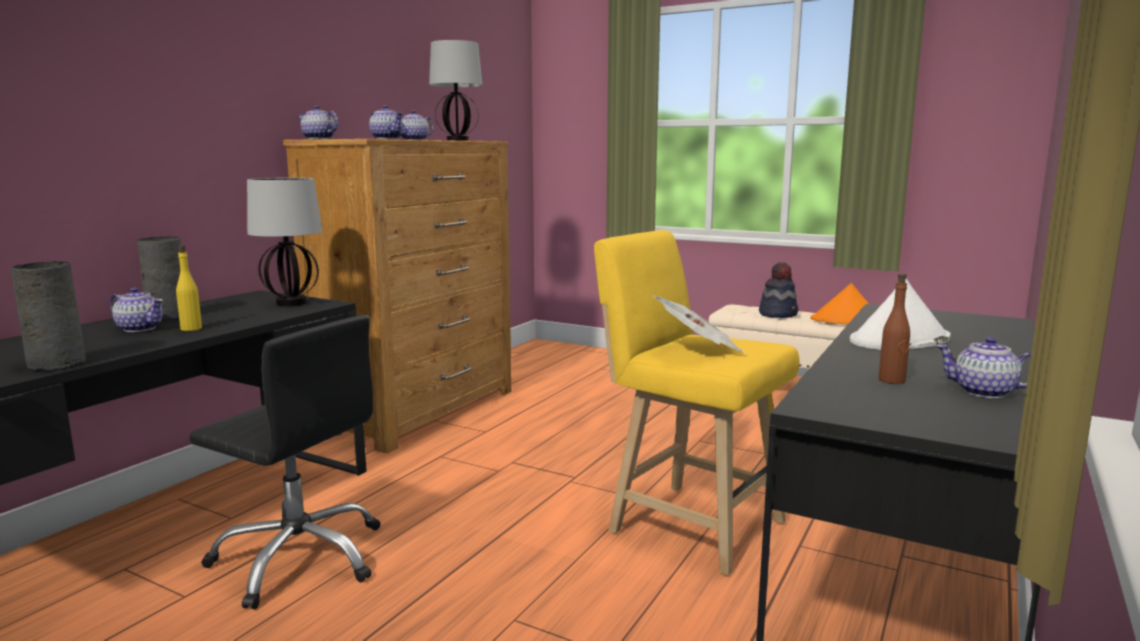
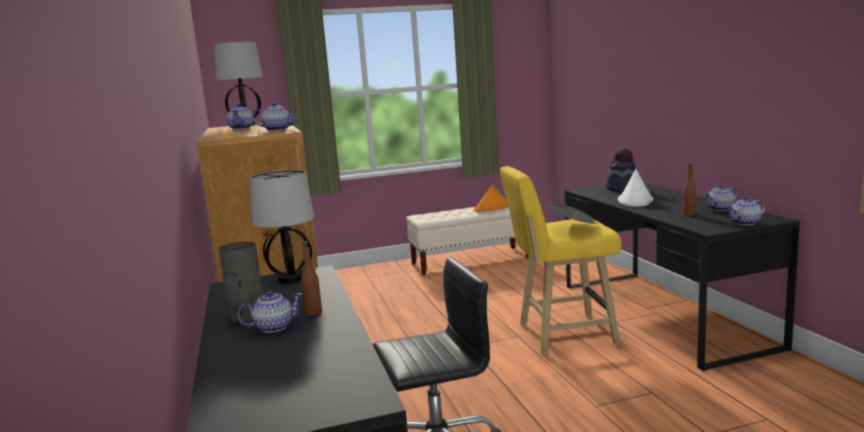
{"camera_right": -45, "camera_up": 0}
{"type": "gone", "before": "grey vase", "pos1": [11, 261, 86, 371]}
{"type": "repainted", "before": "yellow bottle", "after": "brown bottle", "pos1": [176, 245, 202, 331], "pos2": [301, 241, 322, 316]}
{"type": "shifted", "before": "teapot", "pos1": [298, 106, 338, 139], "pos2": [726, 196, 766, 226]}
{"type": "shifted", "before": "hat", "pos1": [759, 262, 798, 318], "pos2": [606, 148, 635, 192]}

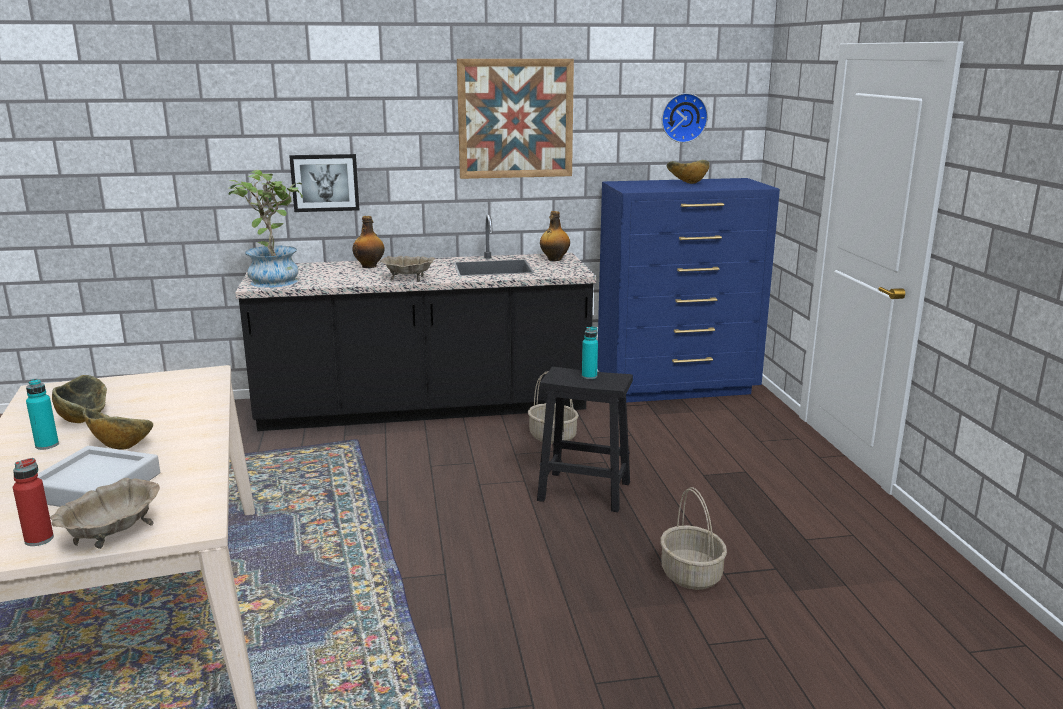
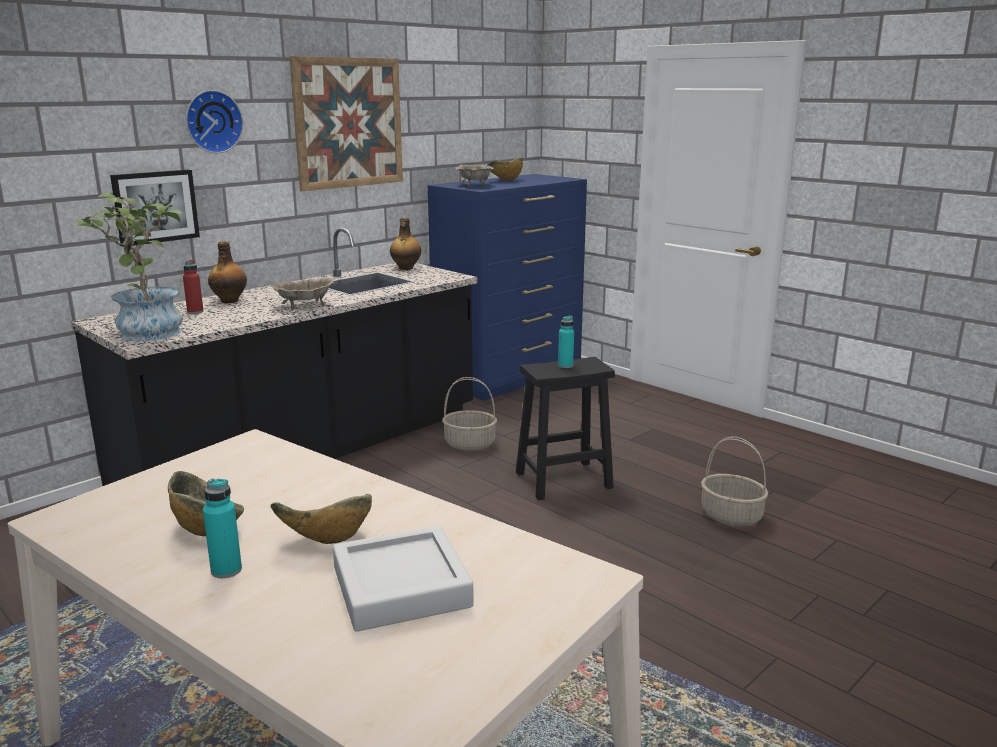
{"camera_right": -35, "camera_up": 0}
{"type": "shifted", "before": "red bottle", "pos1": [13, 458, 54, 546], "pos2": [183, 260, 204, 314]}
{"type": "shifted", "before": "beige bowl", "pos1": [50, 478, 160, 549], "pos2": [456, 164, 494, 187]}
{"type": "shifted", "before": "wall clock", "pos1": [662, 93, 708, 143], "pos2": [186, 90, 243, 153]}

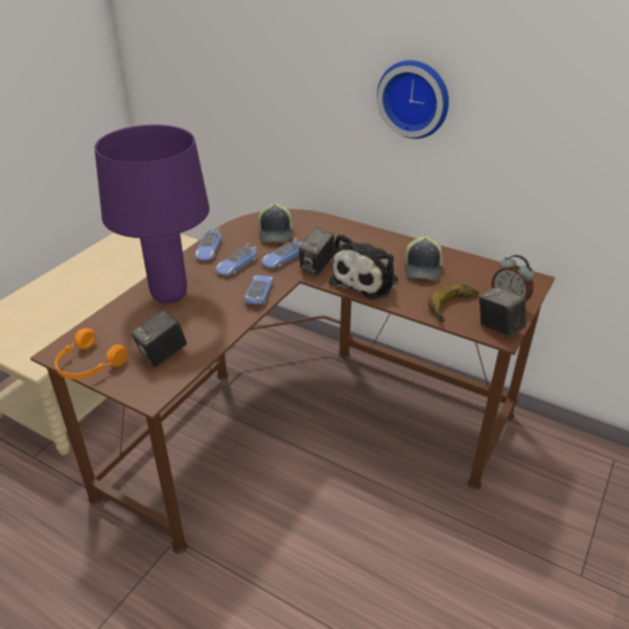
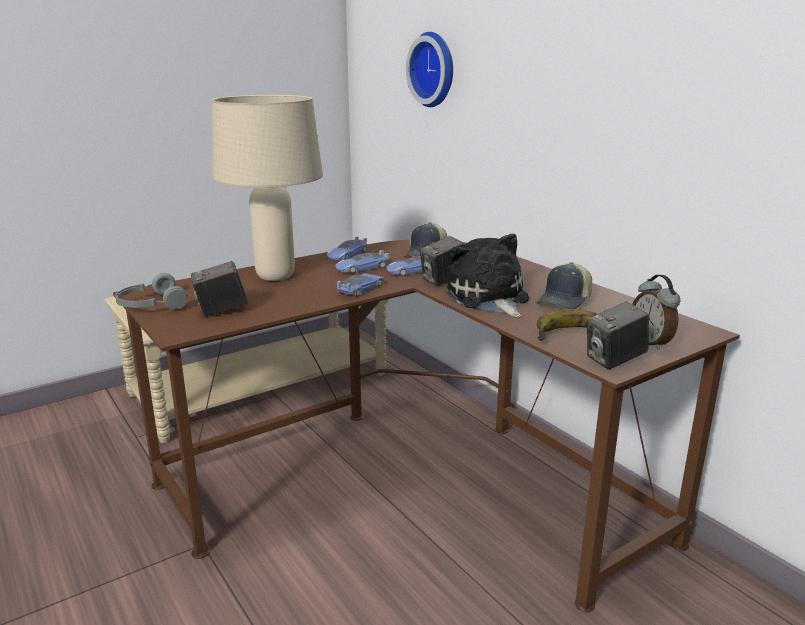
{"camera_right": 25, "camera_up": -15}
{"type": "repainted", "before": "orange headphones", "after": "grey headphones", "pos1": [55, 328, 128, 379], "pos2": [115, 273, 188, 310]}
{"type": "repainted", "before": "purple table lamp", "after": "beige table lamp", "pos1": [94, 125, 209, 303], "pos2": [212, 95, 323, 281]}
{"type": "rotated", "before": "plush toy", "pos1": [329, 234, 398, 299], "pos2": [446, 234, 529, 317], "turn": 105}
{"type": "shifted", "before": "wall clock", "pos1": [377, 60, 449, 139], "pos2": [406, 32, 453, 107]}
{"type": "rotated", "before": "photo camera", "pos1": [479, 287, 526, 337], "pos2": [587, 301, 649, 369], "turn": -105}

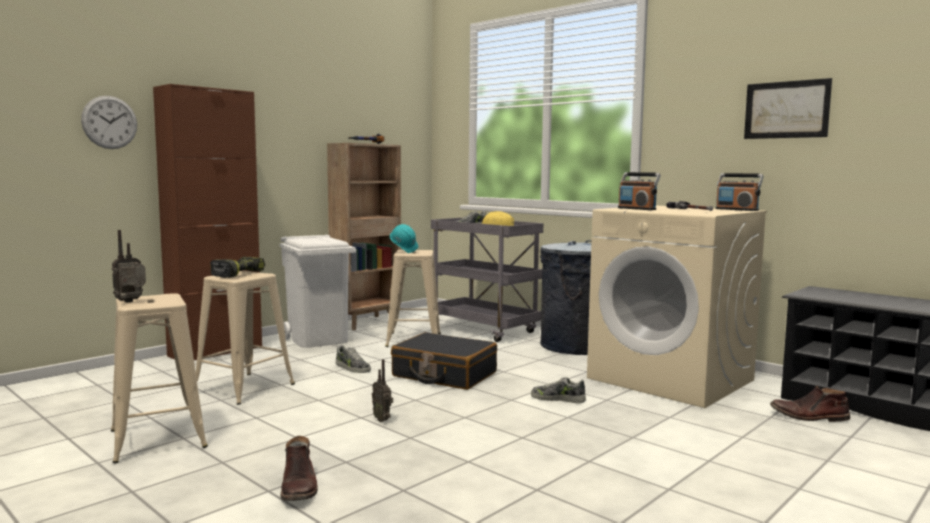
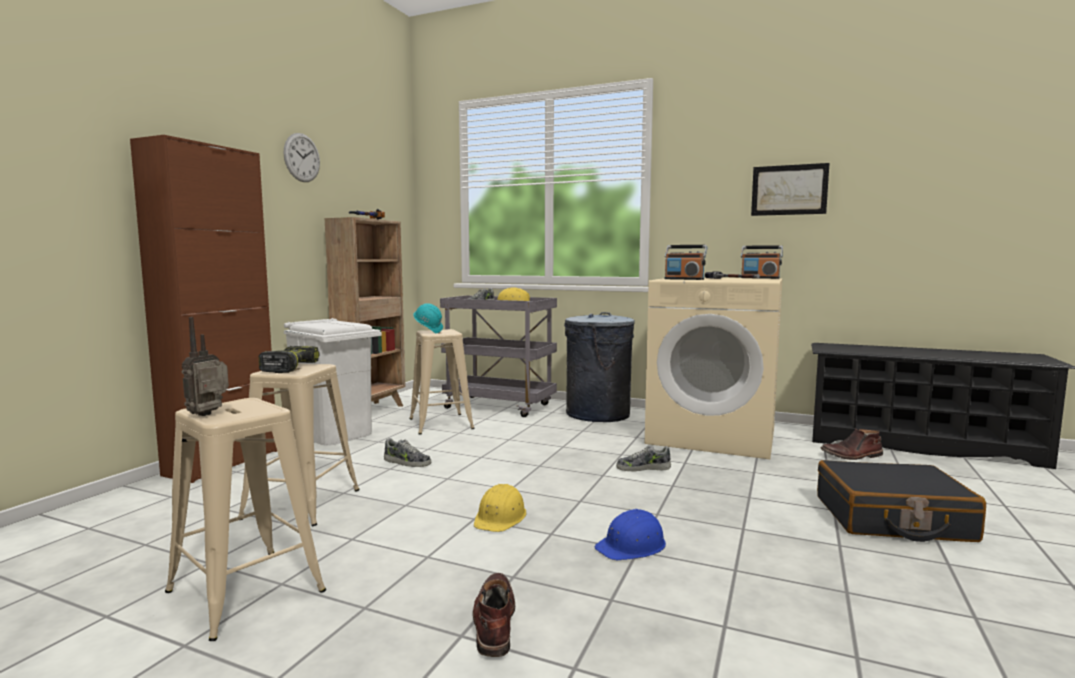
{"camera_right": -20, "camera_up": 0}
{"type": "shifted", "before": "wall clock", "pos1": [81, 96, 137, 149], "pos2": [284, 133, 320, 182]}
{"type": "rotated", "before": "brown boot", "pos1": [280, 436, 318, 501], "pos2": [473, 573, 515, 657], "turn": -150}
{"type": "swapped", "before": "radio", "after": "yellow hard hat", "pos1": [372, 359, 393, 422], "pos2": [474, 484, 527, 532]}
{"type": "shifted", "before": "black suitcase", "pos1": [391, 332, 497, 390], "pos2": [817, 460, 986, 542]}
{"type": "new", "after": "blue hard hat", "pos2": [595, 509, 666, 560]}

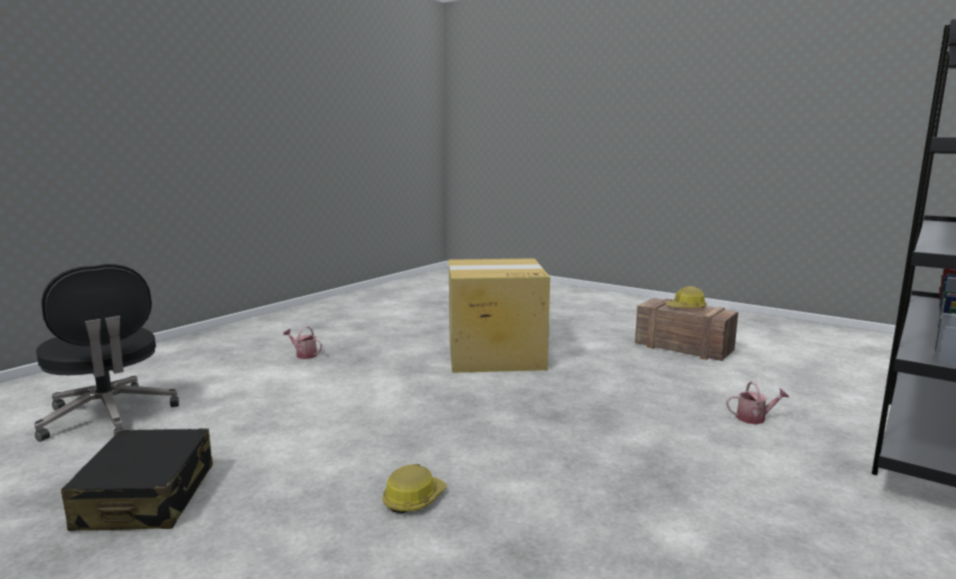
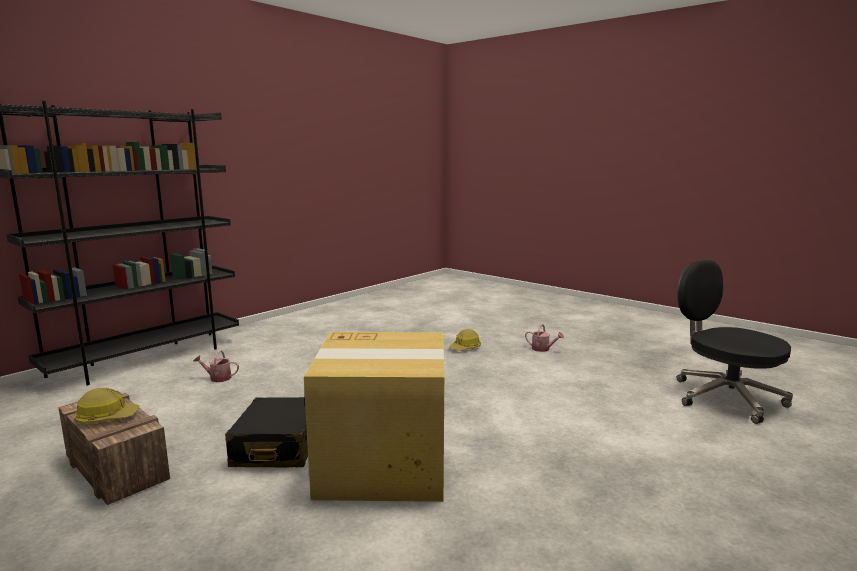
{"camera_right": -175, "camera_up": 0}
{"type": "shifted", "before": "black suitcase", "pos1": [61, 428, 213, 531], "pos2": [225, 397, 308, 467]}
{"type": "shifted", "before": "watering can", "pos1": [283, 326, 322, 359], "pos2": [525, 324, 564, 352]}

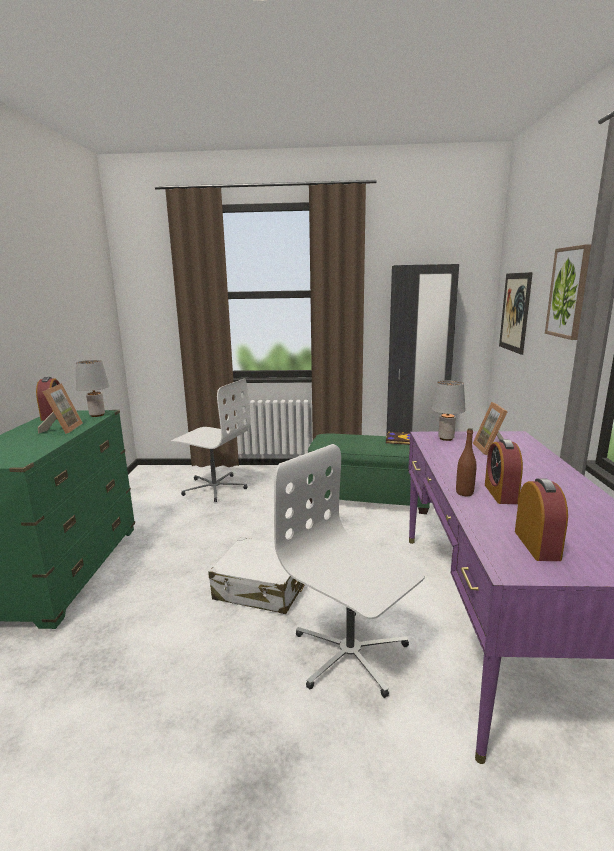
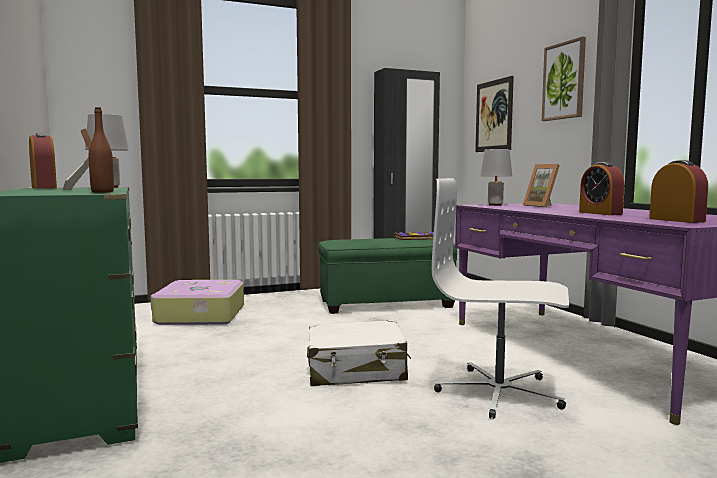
{"camera_right": -25, "camera_up": -10}
{"type": "swapped", "before": "white office chair", "after": "suitcase", "pos1": [171, 378, 251, 502], "pos2": [151, 280, 244, 325]}
{"type": "shifted", "before": "brown bottle", "pos1": [456, 428, 476, 496], "pos2": [89, 107, 114, 193]}

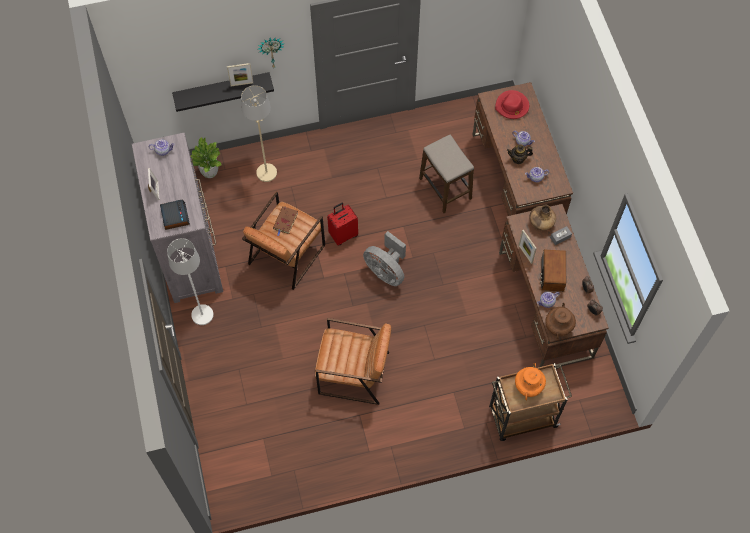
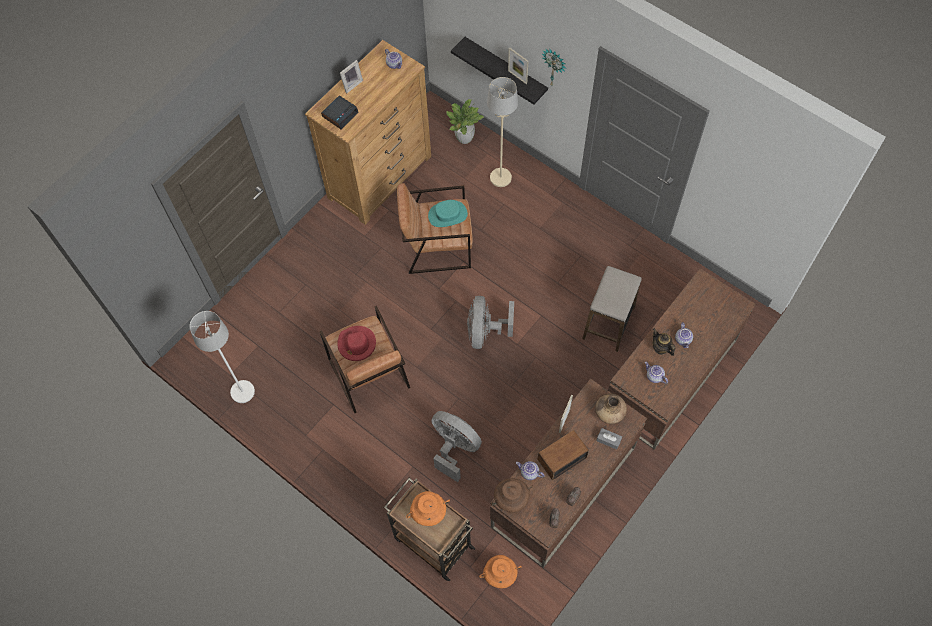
{"camera_right": 55, "camera_up": 0}
{"type": "repainted", "before": "grey dresser", "after": "brown dresser", "pos1": [132, 133, 223, 303], "pos2": [305, 40, 431, 225]}
{"type": "shifted", "before": "white floor lamp", "pos1": [167, 238, 214, 325], "pos2": [190, 311, 255, 403]}
{"type": "swapped", "before": "brown book", "after": "turquoise hat", "pos1": [273, 206, 298, 236], "pos2": [428, 200, 468, 227]}
{"type": "gone", "before": "red suitcase", "pos1": [327, 203, 358, 245]}
{"type": "shifted", "before": "red hat", "pos1": [495, 90, 529, 119], "pos2": [337, 326, 376, 361]}
{"type": "new", "after": "grey fan", "pos2": [431, 411, 482, 482]}
{"type": "new", "after": "orange vase", "pos2": [479, 555, 522, 589]}

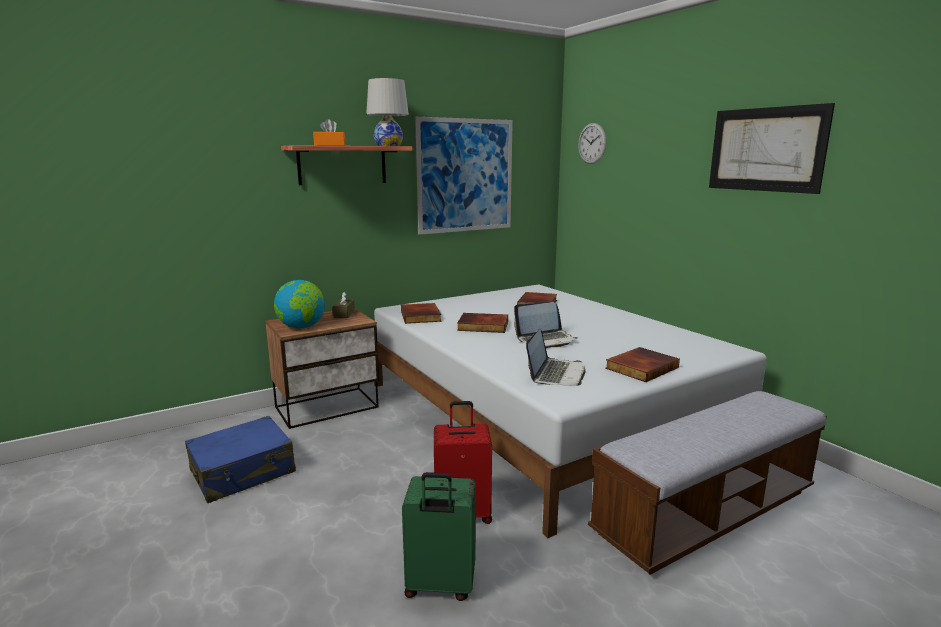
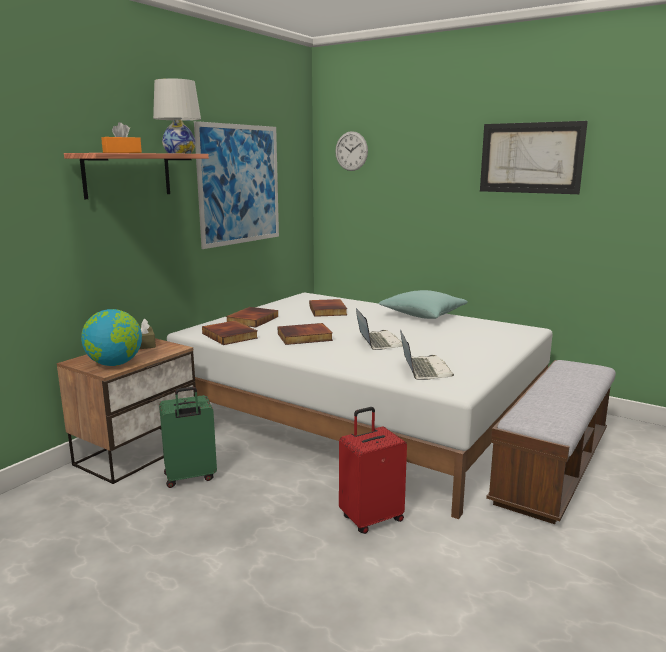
{"camera_right": -25, "camera_up": 0}
{"type": "gone", "before": "blue suitcase", "pos1": [185, 416, 296, 503]}
{"type": "shifted", "before": "green suitcase", "pos1": [402, 472, 476, 601], "pos2": [159, 387, 217, 488]}
{"type": "rotated", "before": "laptop", "pos1": [514, 302, 578, 348], "pos2": [356, 308, 403, 350], "turn": -60}
{"type": "shifted", "before": "book", "pos1": [605, 347, 680, 382], "pos2": [226, 307, 278, 327]}
{"type": "new", "after": "turquoise pillow", "pos2": [378, 290, 468, 319]}

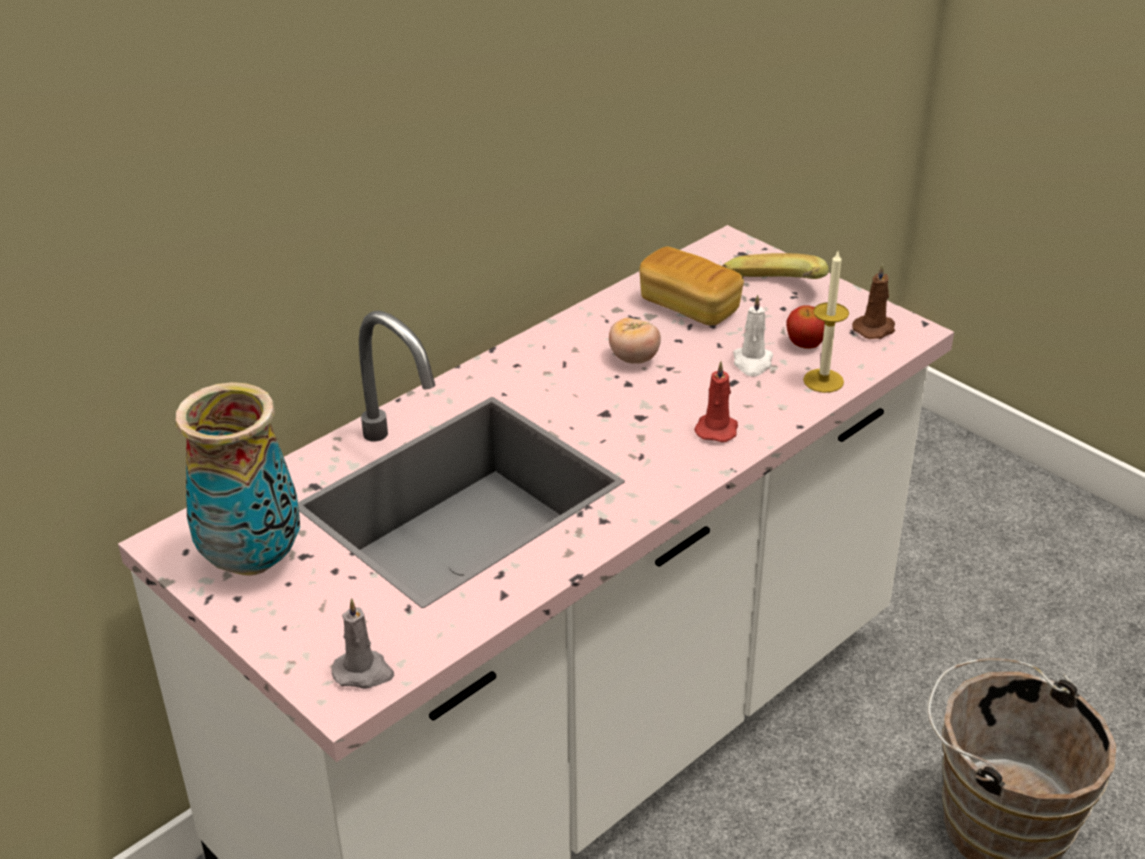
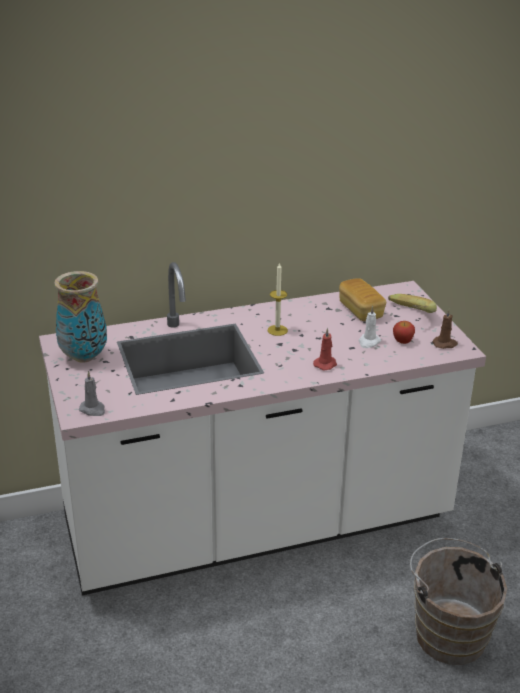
{"camera_right": 25, "camera_up": -5}
{"type": "gone", "before": "tomato", "pos1": [609, 317, 661, 364]}
{"type": "shifted", "before": "candle", "pos1": [803, 252, 849, 393], "pos2": [268, 262, 288, 336]}

